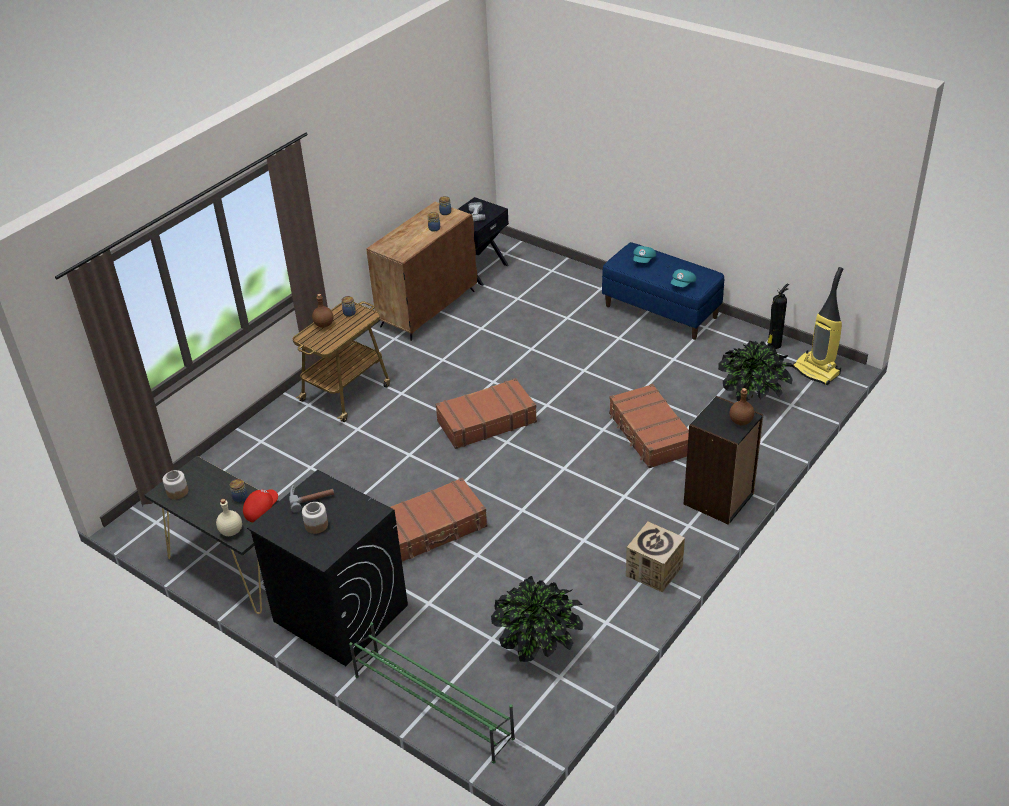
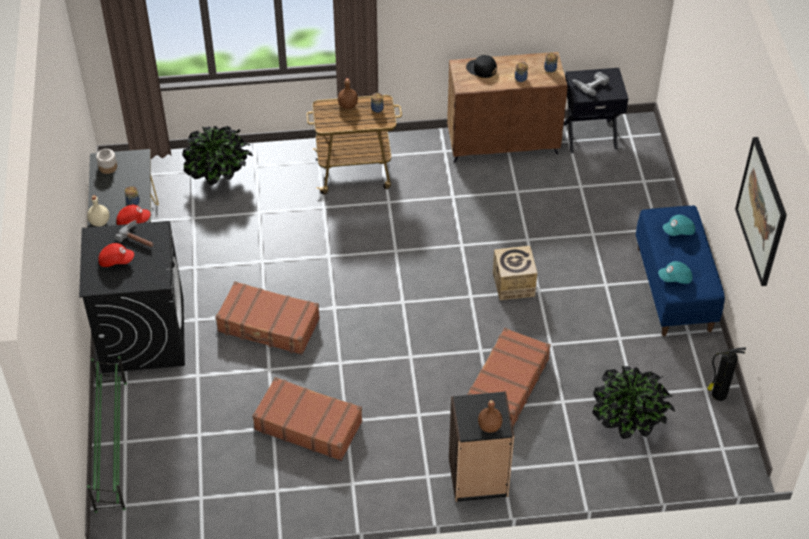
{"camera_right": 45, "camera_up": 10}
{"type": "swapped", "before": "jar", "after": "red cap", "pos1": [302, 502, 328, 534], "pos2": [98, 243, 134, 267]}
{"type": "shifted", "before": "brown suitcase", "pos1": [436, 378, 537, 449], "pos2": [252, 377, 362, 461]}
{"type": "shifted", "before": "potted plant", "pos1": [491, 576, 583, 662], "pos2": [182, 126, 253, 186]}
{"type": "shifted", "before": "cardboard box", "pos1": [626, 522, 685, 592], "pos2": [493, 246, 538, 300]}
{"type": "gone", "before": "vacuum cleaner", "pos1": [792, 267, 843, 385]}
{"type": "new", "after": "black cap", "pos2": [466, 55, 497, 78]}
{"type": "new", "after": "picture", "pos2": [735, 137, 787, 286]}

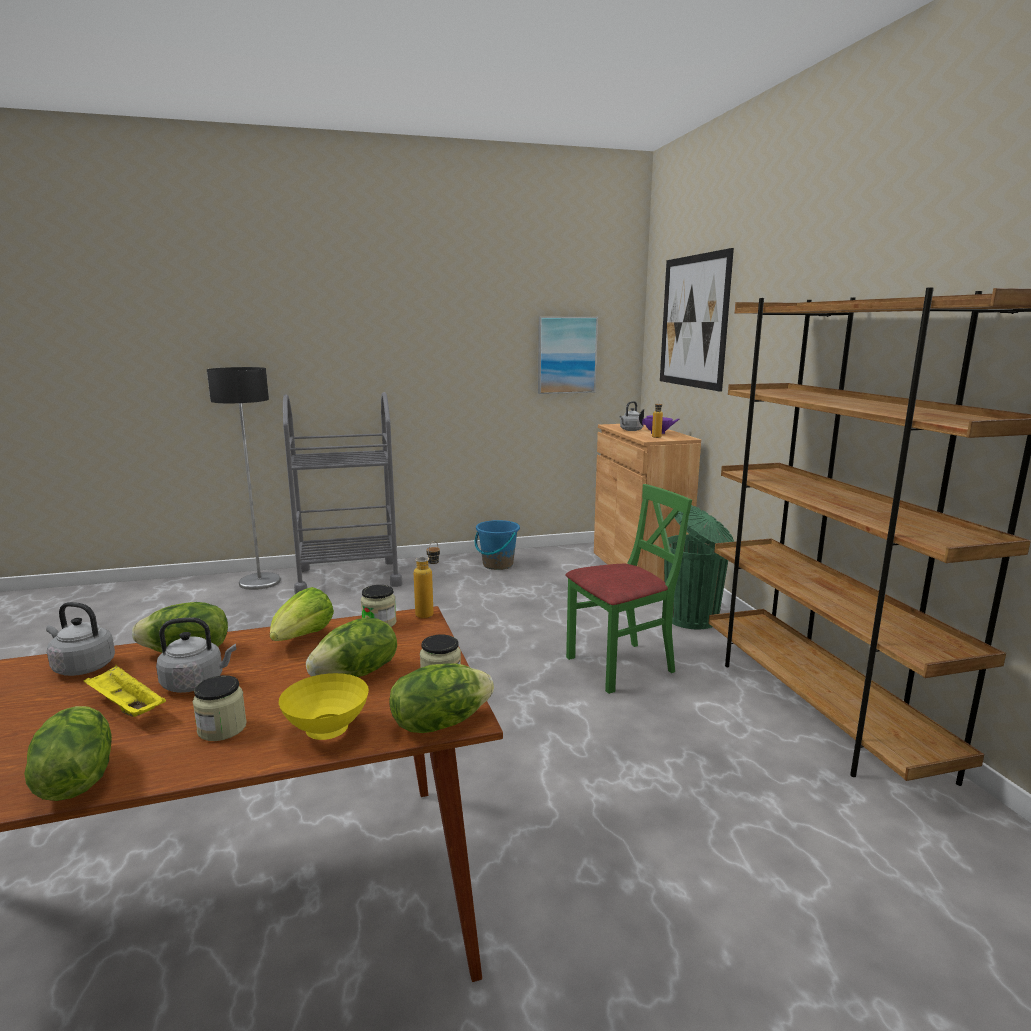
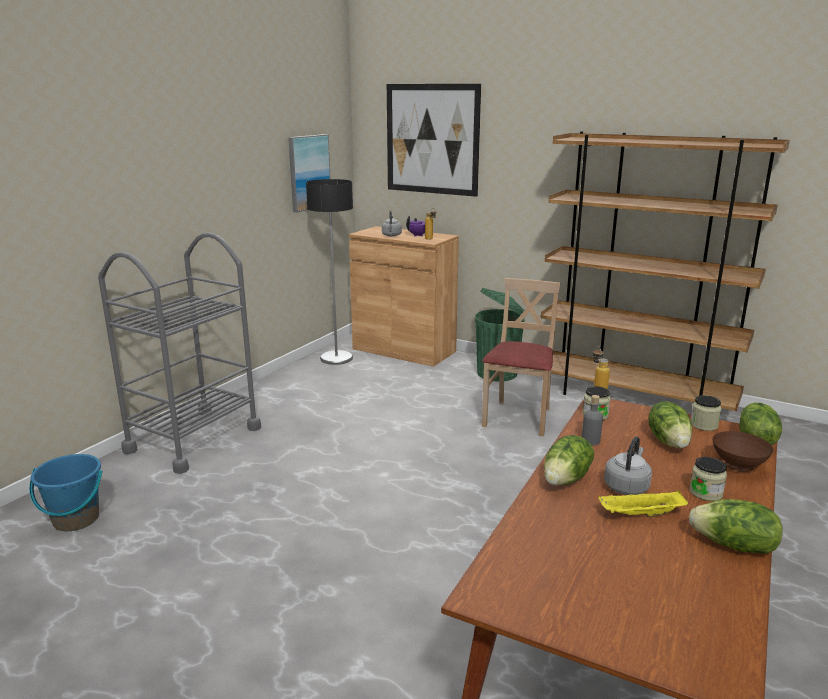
{"camera_right": -45, "camera_up": 5}
{"type": "gone", "before": "grey kettle", "pos1": [46, 602, 115, 676]}
{"type": "shifted", "before": "floor lamp", "pos1": [207, 367, 281, 590], "pos2": [306, 179, 353, 365]}
{"type": "swapped", "before": "lettuce", "after": "grey bottle", "pos1": [270, 587, 334, 641], "pos2": [582, 395, 603, 445]}
{"type": "repainted", "before": "yellow bowl", "after": "brown bowl", "pos1": [279, 673, 369, 740], "pos2": [712, 431, 773, 472]}
{"type": "shifted", "before": "blue bucket", "pos1": [475, 520, 520, 570], "pos2": [29, 454, 102, 531]}
{"type": "repainted", "before": "green chair", "after": "beige chair", "pos1": [565, 484, 692, 694], "pos2": [482, 278, 560, 436]}

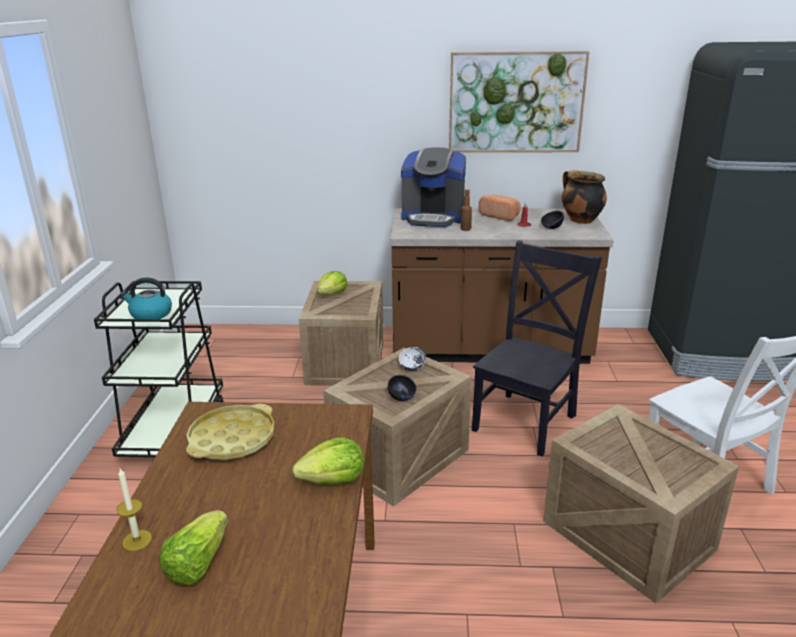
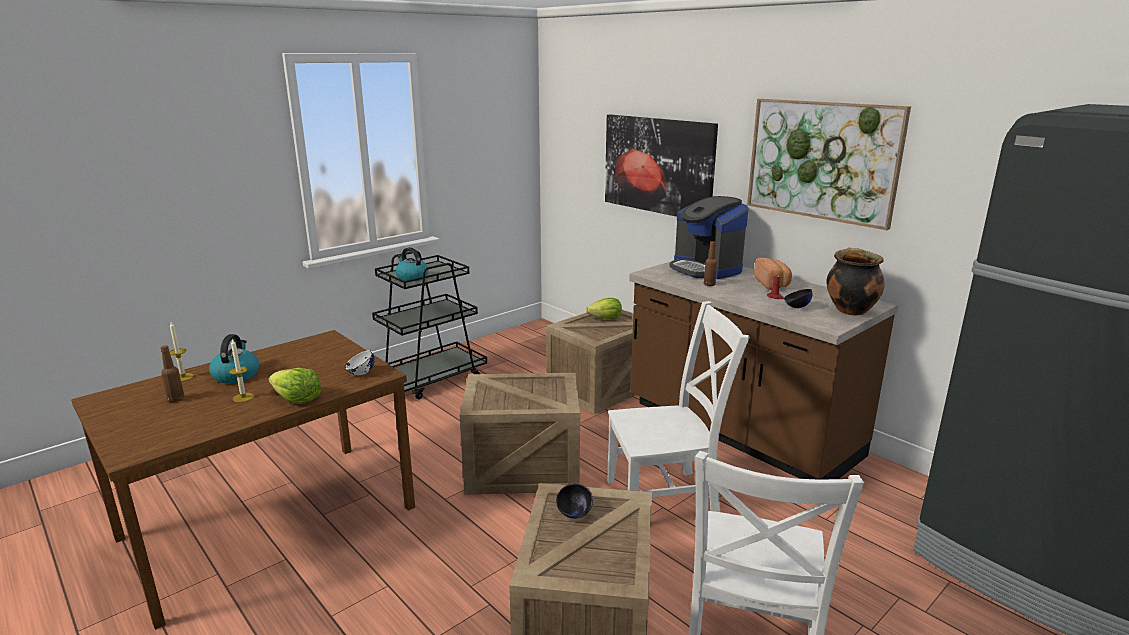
{"camera_right": 45, "camera_up": -5}
{"type": "swapped", "before": "lettuce", "after": "brown bottle", "pos1": [159, 510, 228, 585], "pos2": [161, 345, 184, 402]}
{"type": "gone", "before": "yellow tray", "pos1": [186, 404, 275, 460]}
{"type": "shifted", "before": "black bowl", "pos1": [388, 375, 417, 401], "pos2": [556, 484, 593, 519]}
{"type": "shifted", "before": "white bowl", "pos1": [399, 347, 426, 371], "pos2": [345, 350, 375, 375]}
{"type": "repainted", "before": "black chair", "after": "white chair", "pos1": [472, 240, 602, 456], "pos2": [607, 301, 750, 512]}
{"type": "new", "after": "kettle", "pos2": [209, 334, 259, 383]}
{"type": "new", "after": "candle", "pos2": [229, 338, 254, 402]}
{"type": "new", "after": "picture", "pos2": [605, 114, 718, 217]}

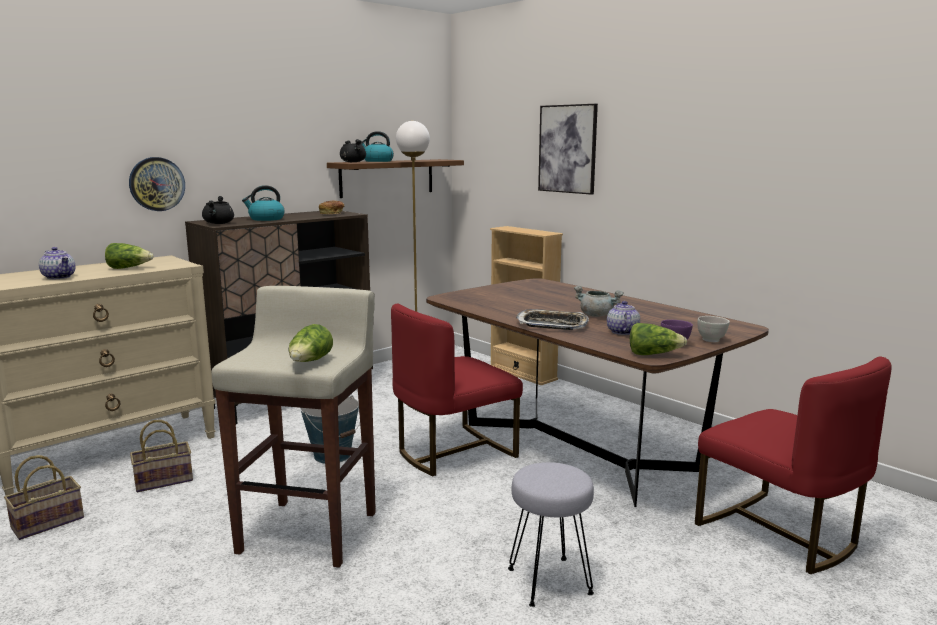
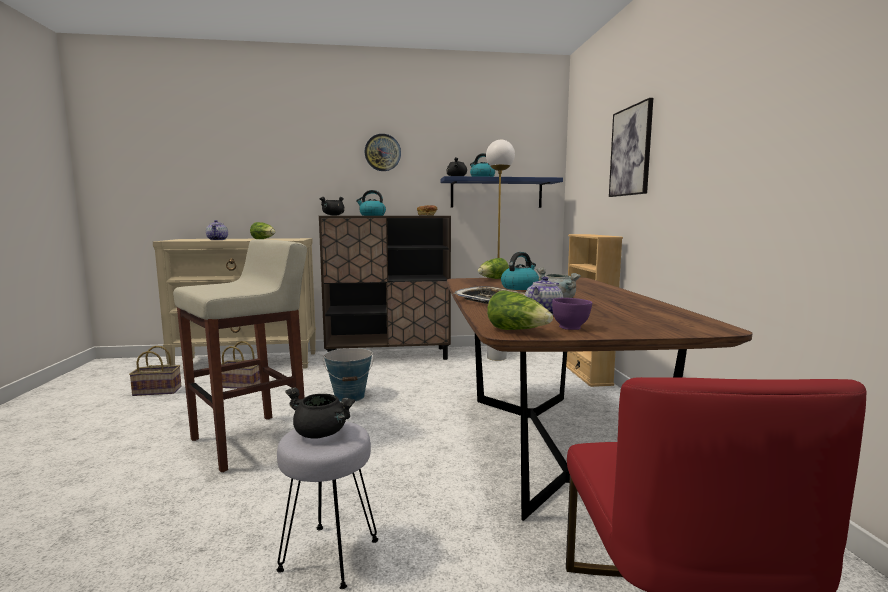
{"camera_right": 35, "camera_up": -5}
{"type": "shifted", "before": "wall clock", "pos1": [129, 157, 185, 211], "pos2": [365, 134, 401, 171]}
{"type": "shifted", "before": "lettuce", "pos1": [288, 324, 333, 362], "pos2": [478, 258, 509, 279]}
{"type": "repainted", "before": "brown shelf", "after": "blue shelf", "pos1": [327, 159, 464, 198], "pos2": [440, 176, 563, 208]}
{"type": "gone", "before": "red chair", "pos1": [391, 303, 523, 476]}
{"type": "gone", "before": "white bowl", "pos1": [698, 316, 730, 342]}
{"type": "new", "after": "black cooking pot", "pos2": [285, 387, 355, 439]}
{"type": "new", "after": "kettle", "pos2": [501, 252, 539, 290]}

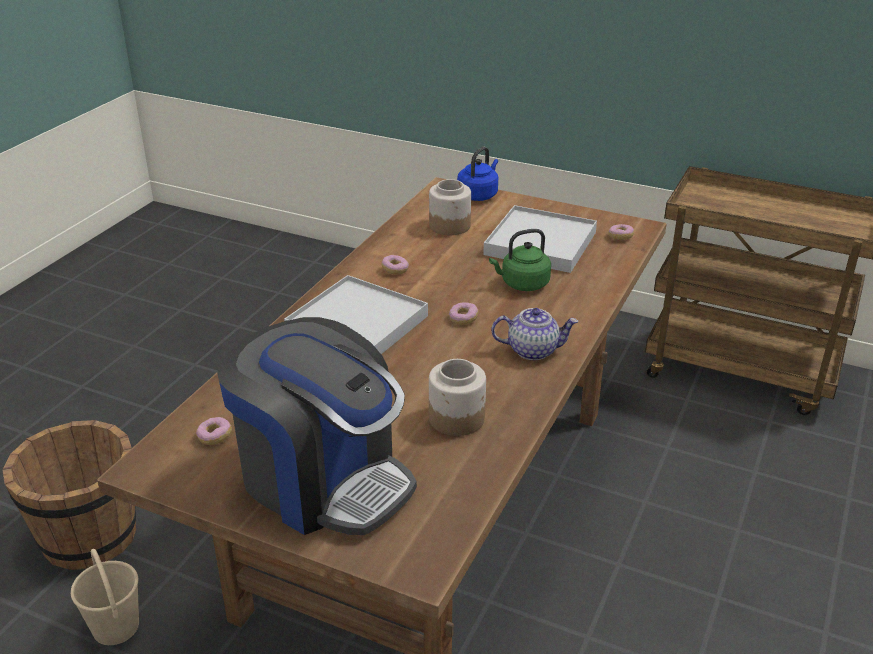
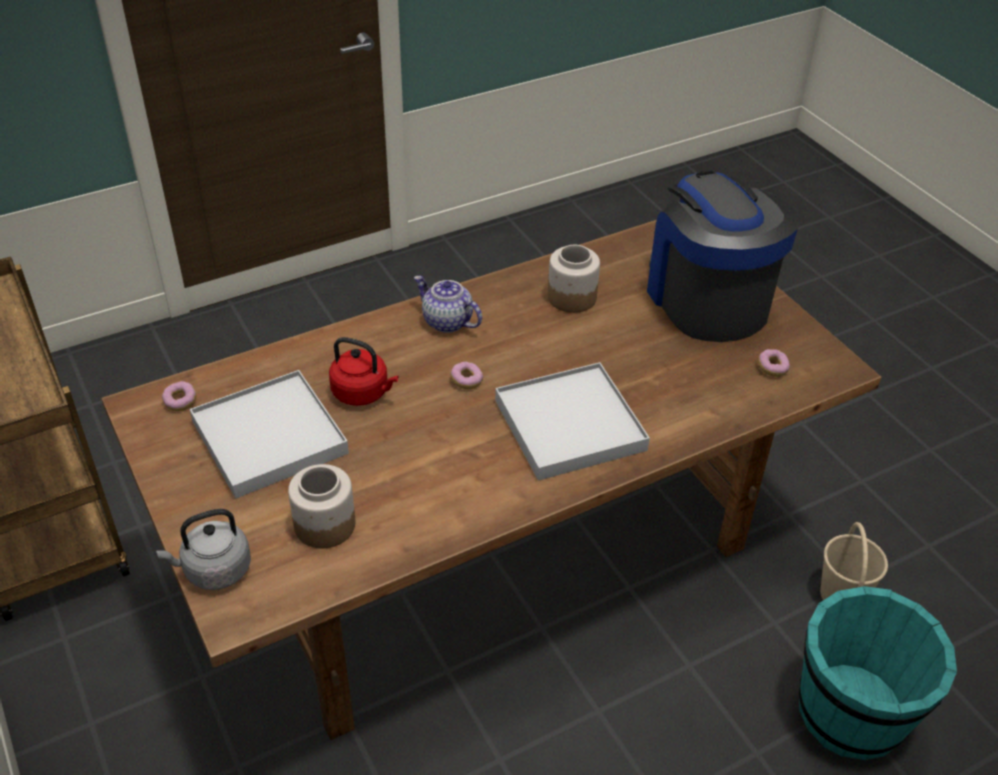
{"camera_right": -145, "camera_up": 10}
{"type": "repainted", "before": "brown bucket", "after": "turquoise bucket", "pos1": [3, 420, 136, 570], "pos2": [799, 586, 957, 760]}
{"type": "gone", "before": "donut", "pos1": [381, 255, 409, 275]}
{"type": "repainted", "before": "blue kettle", "after": "grey kettle", "pos1": [457, 147, 498, 201], "pos2": [156, 509, 251, 590]}
{"type": "repainted", "before": "green kettle", "after": "red kettle", "pos1": [489, 229, 551, 291], "pos2": [329, 337, 398, 406]}

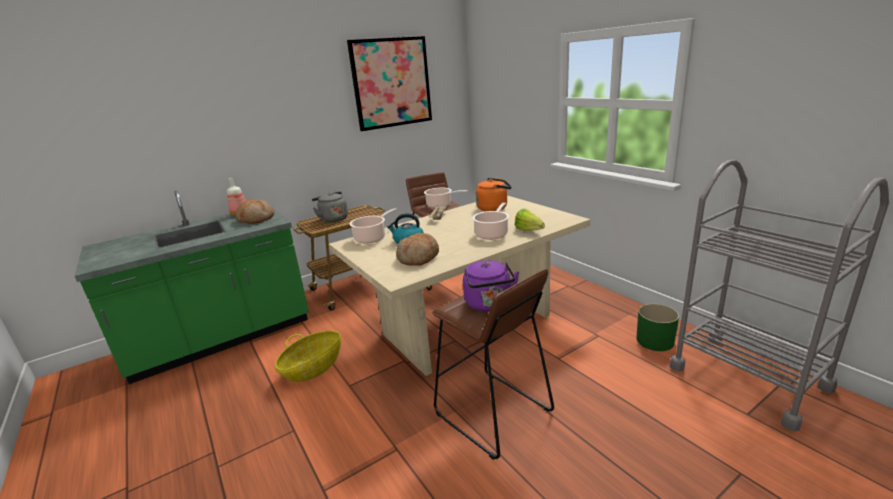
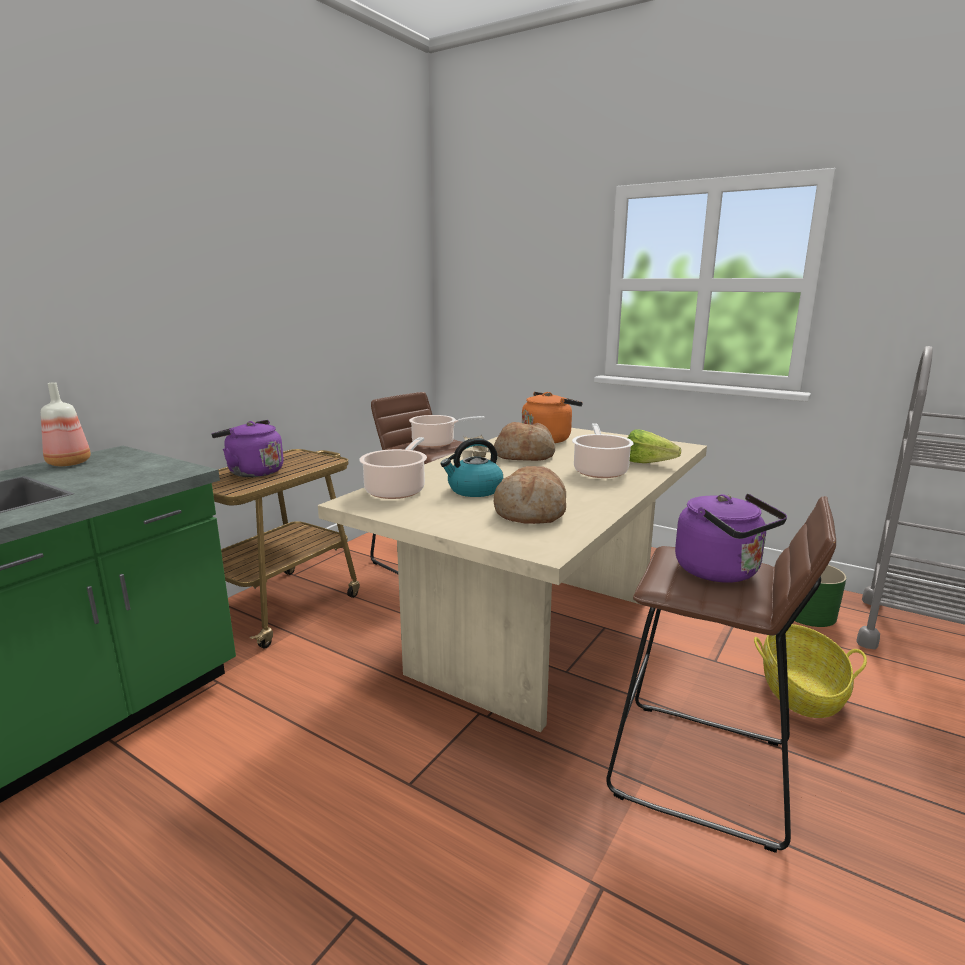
{"camera_right": -25, "camera_up": -5}
{"type": "shifted", "before": "bread", "pos1": [236, 199, 274, 224], "pos2": [494, 422, 555, 461]}
{"type": "shifted", "before": "basket", "pos1": [275, 331, 341, 382], "pos2": [754, 624, 867, 718]}
{"type": "repainted", "before": "grey kettle", "after": "purple kettle", "pos1": [312, 192, 348, 222], "pos2": [211, 420, 284, 477]}
{"type": "gone", "before": "picture", "pos1": [347, 36, 432, 131]}

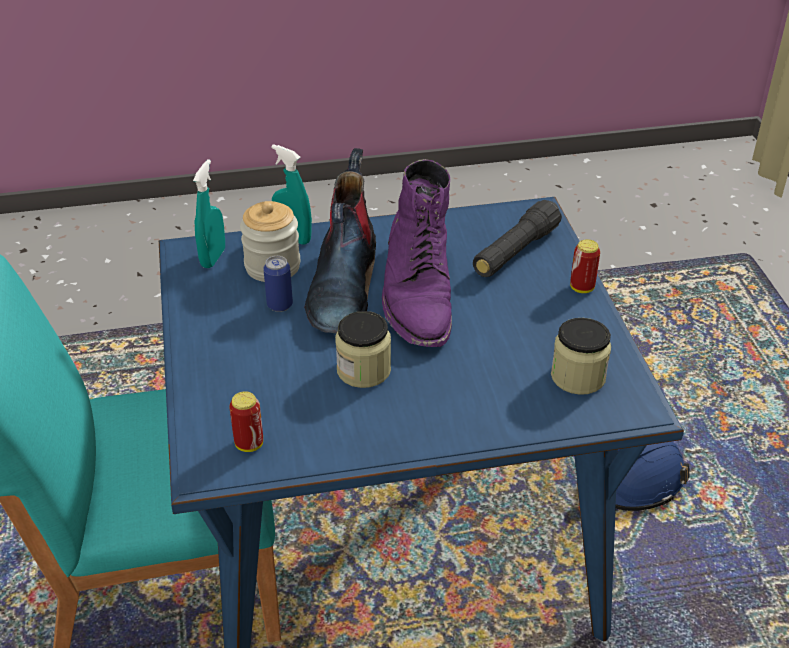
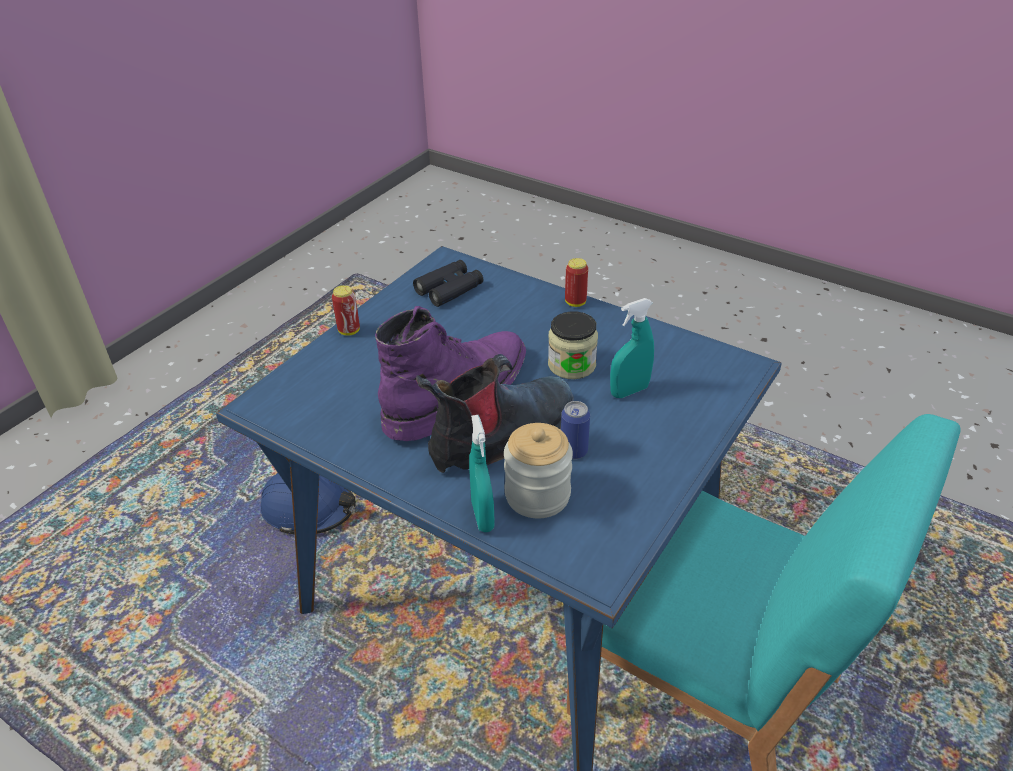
{"camera_right": -135, "camera_up": 0}
{"type": "shifted", "before": "turquoise spray bottle", "pos1": [193, 159, 225, 268], "pos2": [610, 298, 654, 398]}
{"type": "shifted", "before": "can", "pos1": [229, 391, 263, 452], "pos2": [565, 258, 588, 307]}
{"type": "gone", "before": "black flashlight", "pos1": [473, 200, 562, 277]}
{"type": "swapped", "before": "jar", "after": "black binoculars", "pos1": [551, 318, 611, 395], "pos2": [413, 260, 483, 307]}

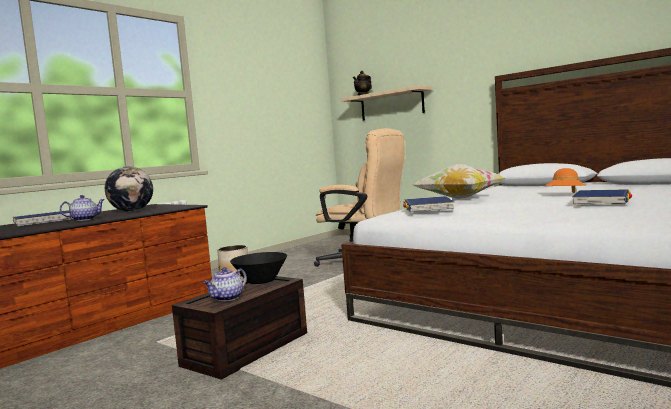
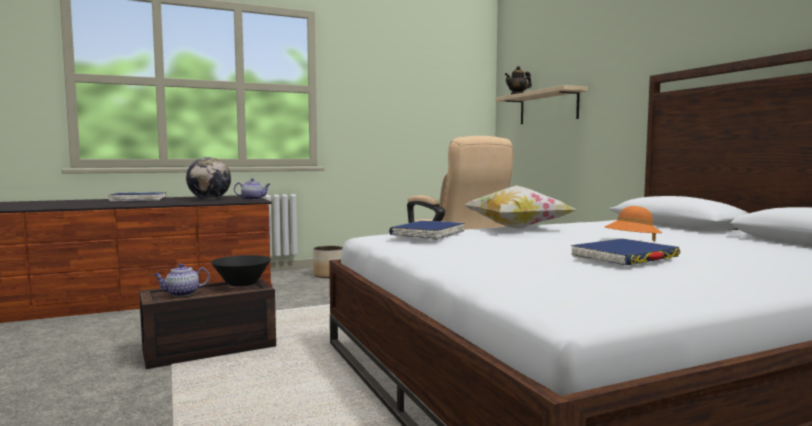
{"camera_right": 25, "camera_up": 0}
{"type": "shifted", "before": "teapot", "pos1": [60, 195, 105, 221], "pos2": [234, 178, 270, 200]}

